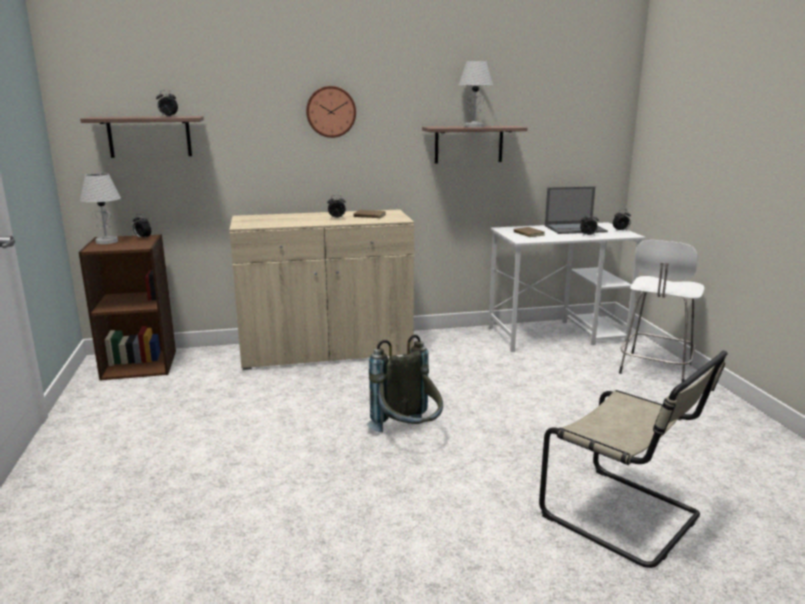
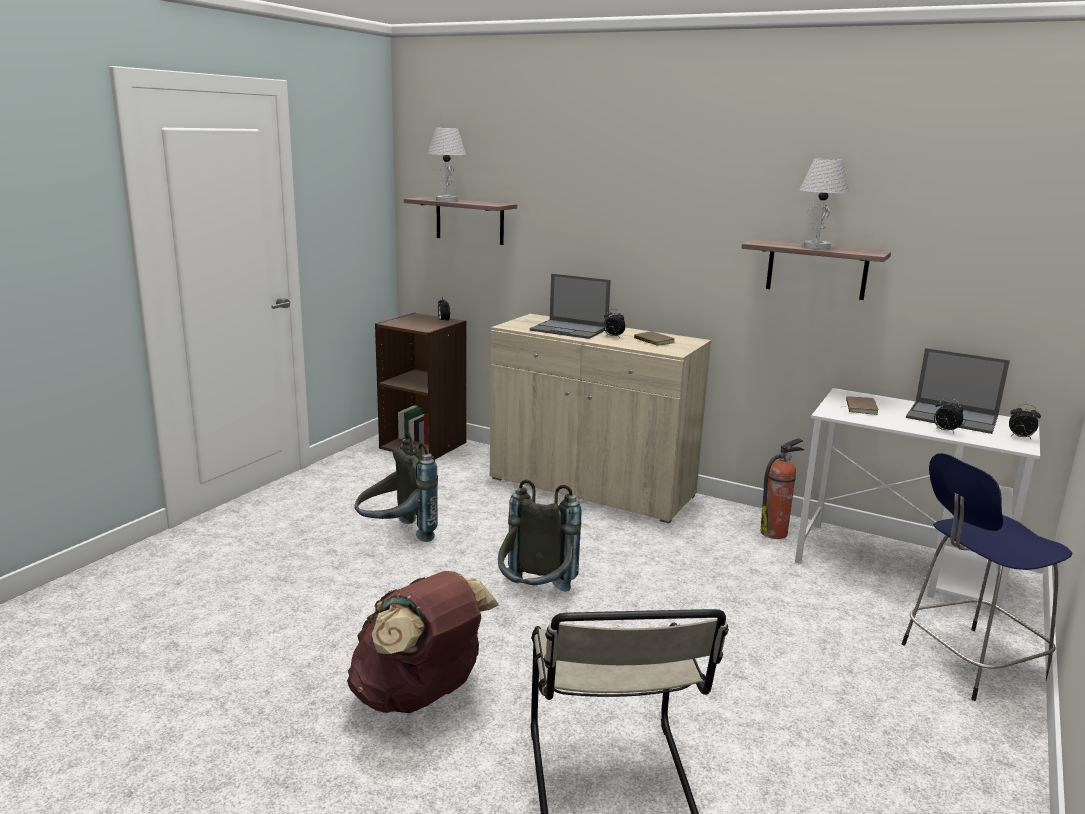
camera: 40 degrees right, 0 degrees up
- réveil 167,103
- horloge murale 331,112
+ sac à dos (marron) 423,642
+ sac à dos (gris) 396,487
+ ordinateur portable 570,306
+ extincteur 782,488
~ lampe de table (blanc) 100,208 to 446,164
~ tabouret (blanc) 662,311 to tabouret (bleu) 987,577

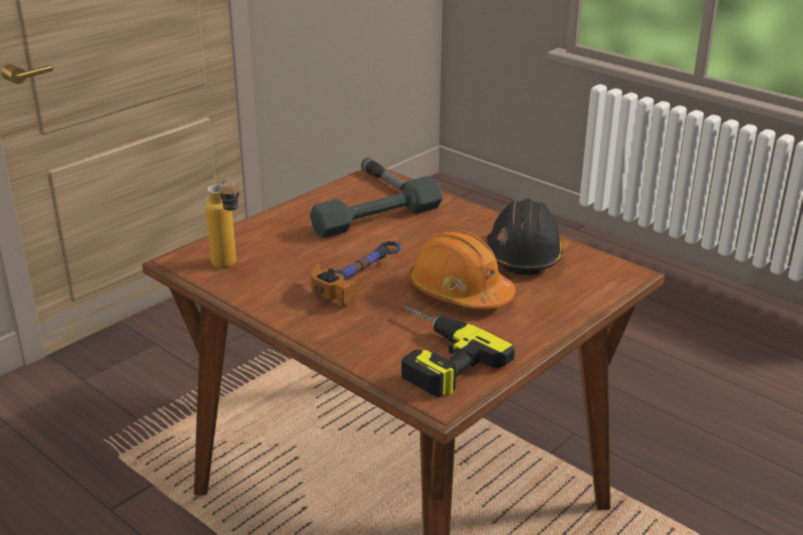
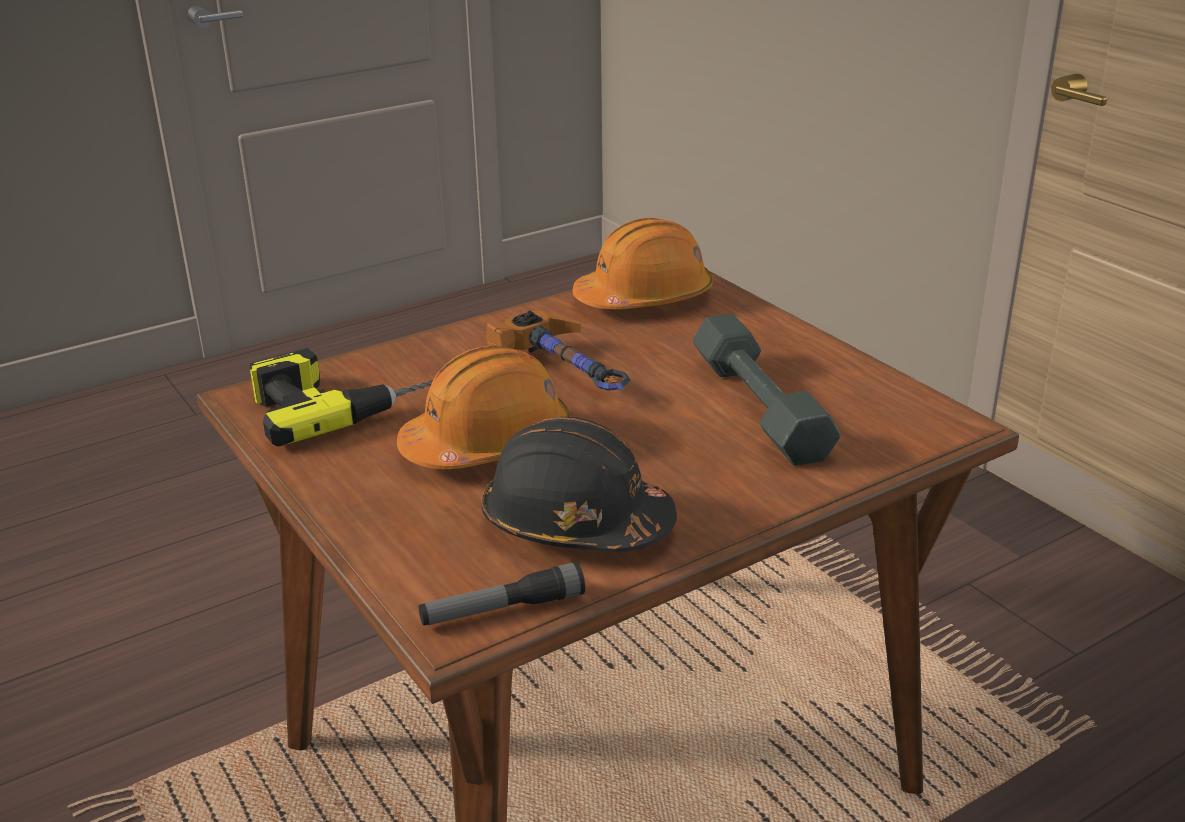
camera: 105 degrees right, 0 degrees up
~ lampe de poche 383,174 to 502,594
~ bouteille 222,223 to casque de chantier (orange) 643,263

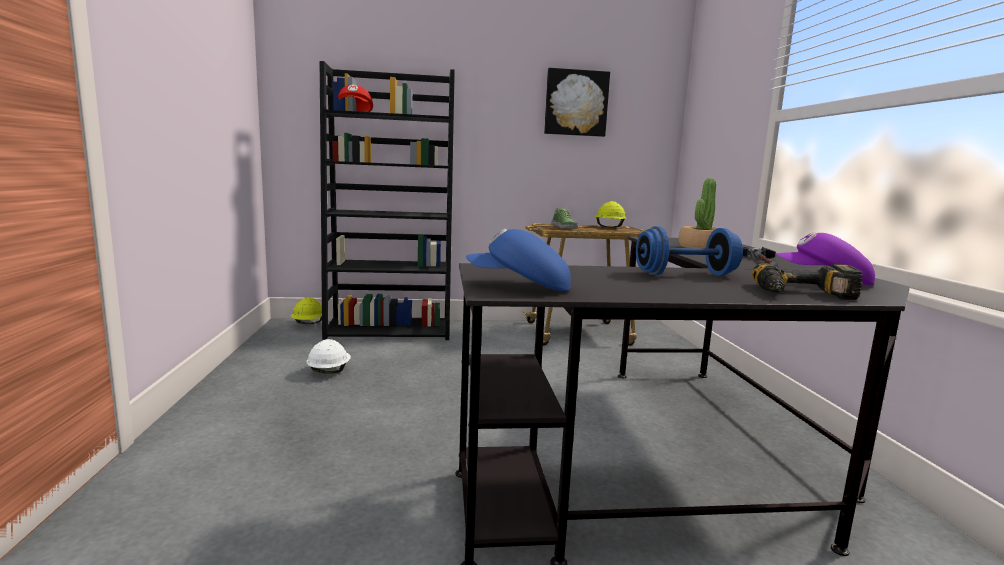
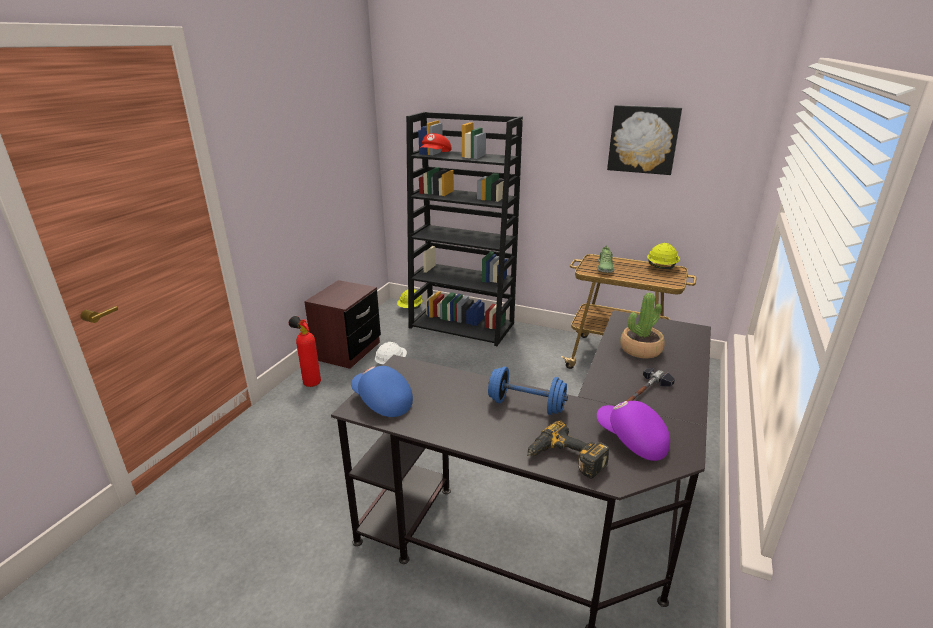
camera: 30 degrees right, 15 degrees up
+ extincteur 305,351
+ table de chevet (marron) 342,324

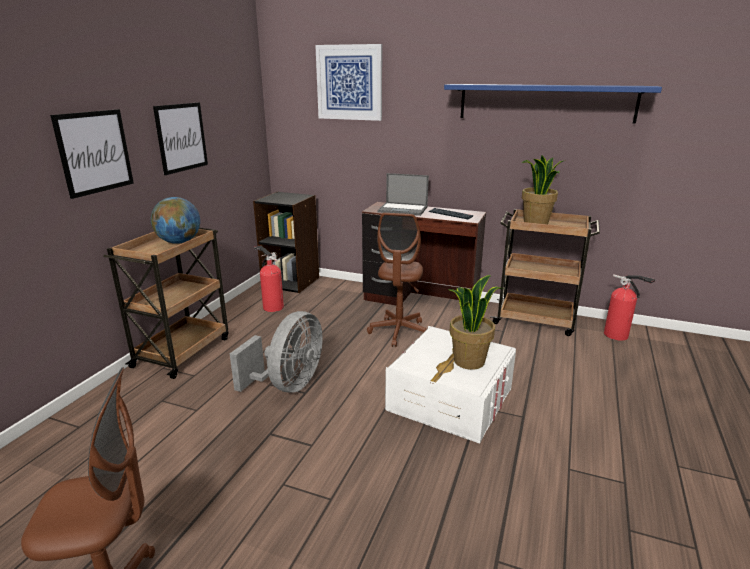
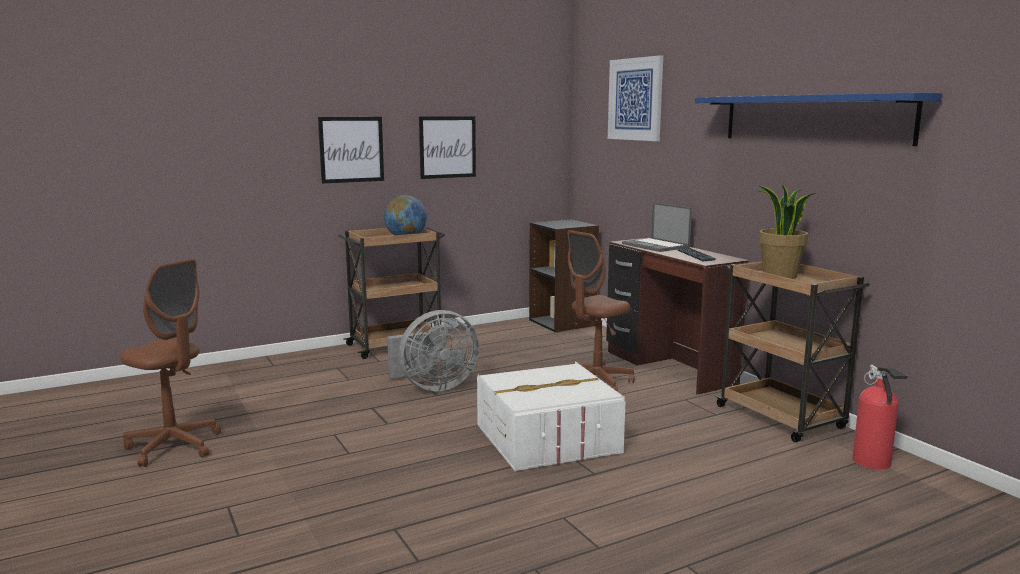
camera: 40 degrees right, 10 degrees down
- extincteur 269,278
- plante en pot 476,322

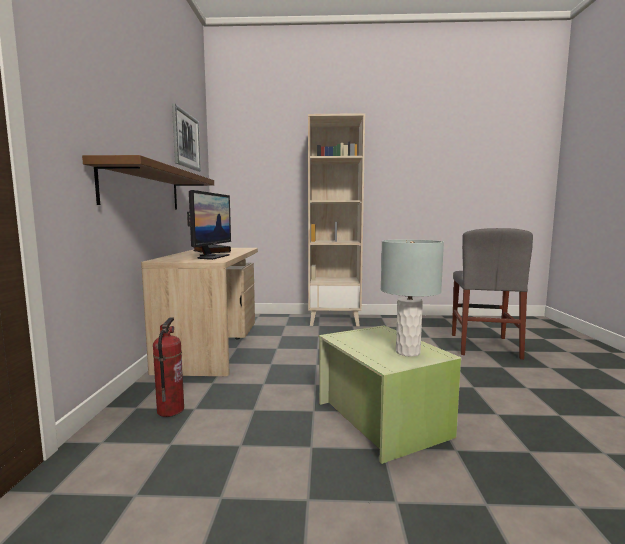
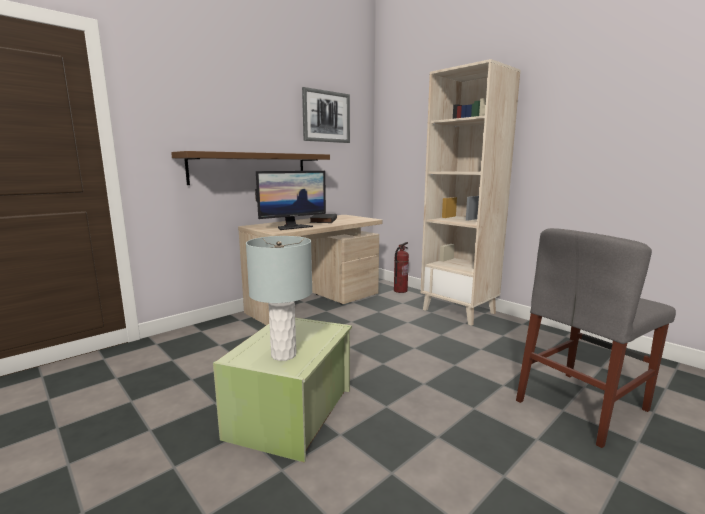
camera: 45 degrees right, 5 degrees up
~ extincteur 168,367 to 401,267

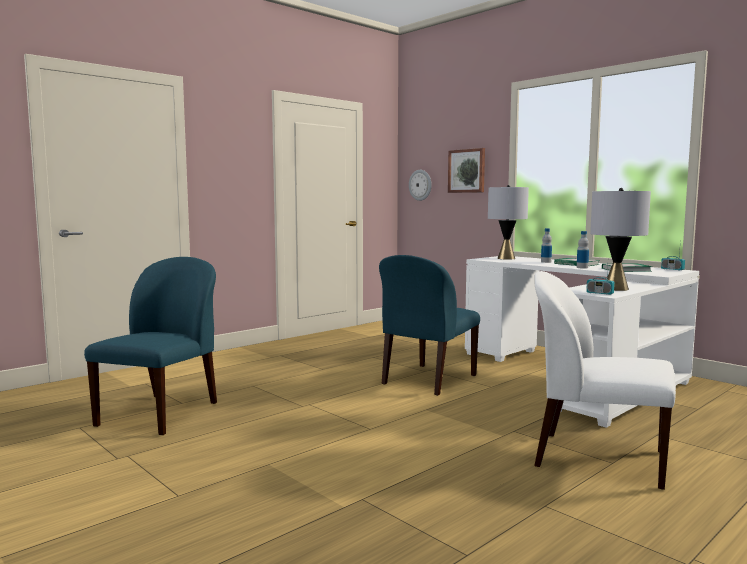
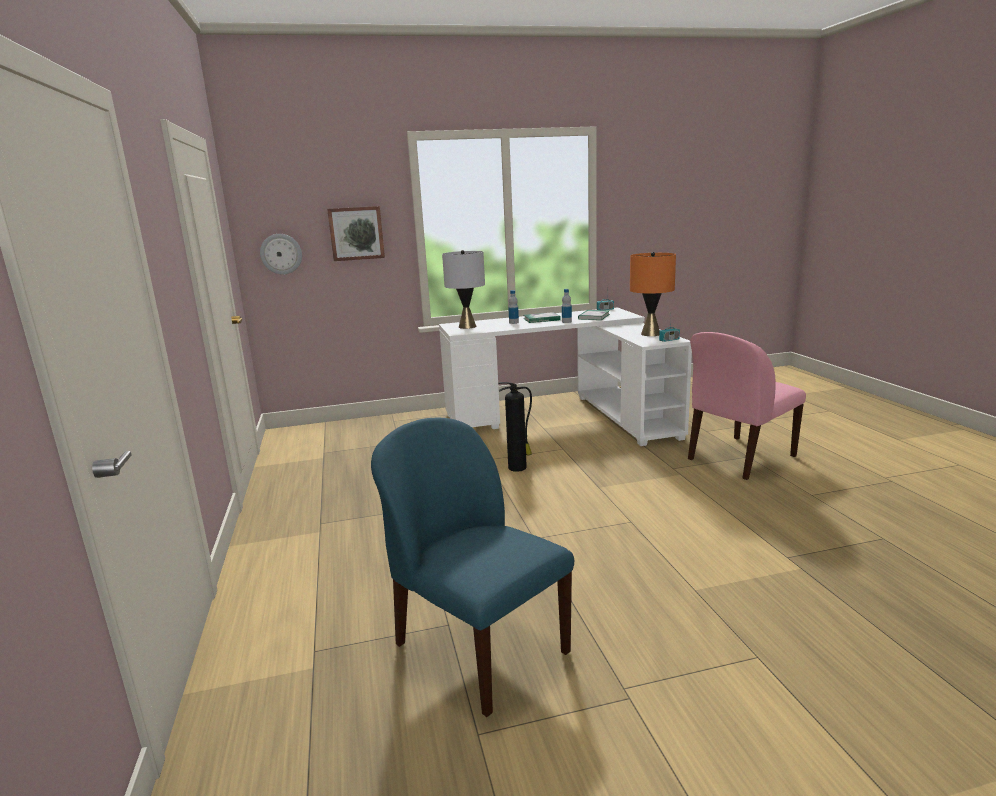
camera: 60 degrees left, 10 degrees up
~ chaise (bleu) 429,325 to extincteur 515,427
~ chaise (blanc) 605,380 to chaise (rose) 747,406
~ lampe de table (gris) 620,239 to lampe de table (orange) 653,294

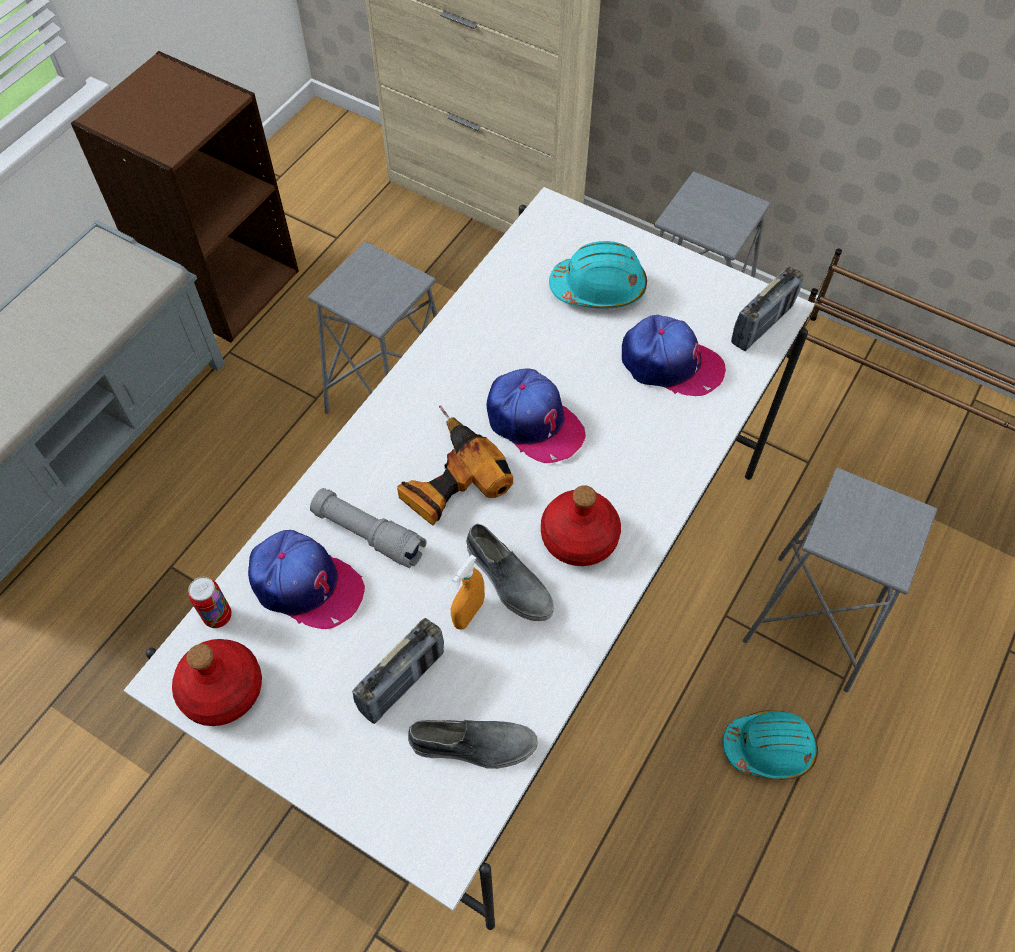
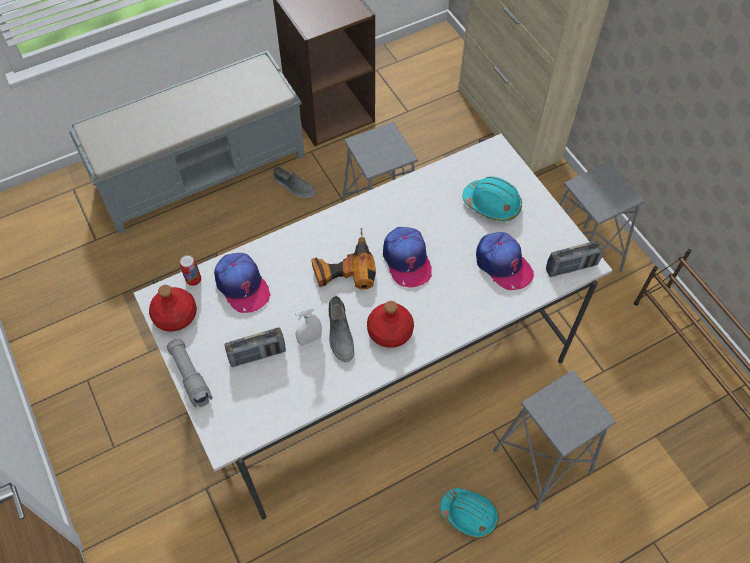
camera: 30 degrees right, 0 degrees up
~ lampe de poche (gris) 368,528 to 189,373
~ chaussure (gris) 473,744 to 294,182
~ vaporisateur (orange) 468,592 to vaporisateur (blanc) 308,326

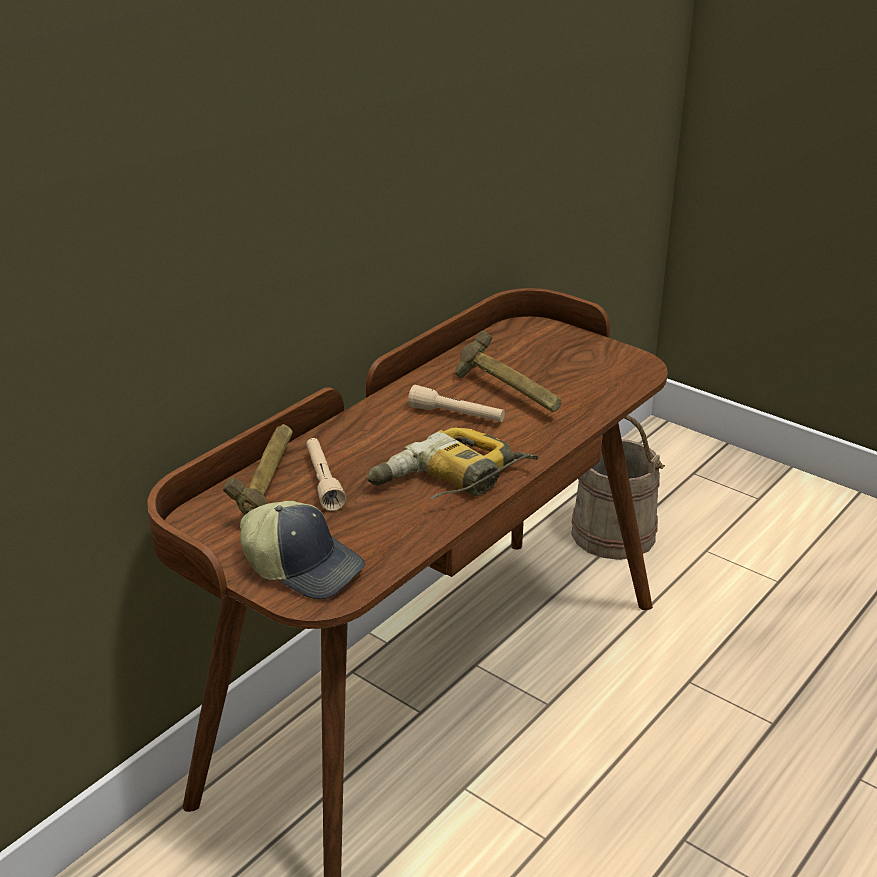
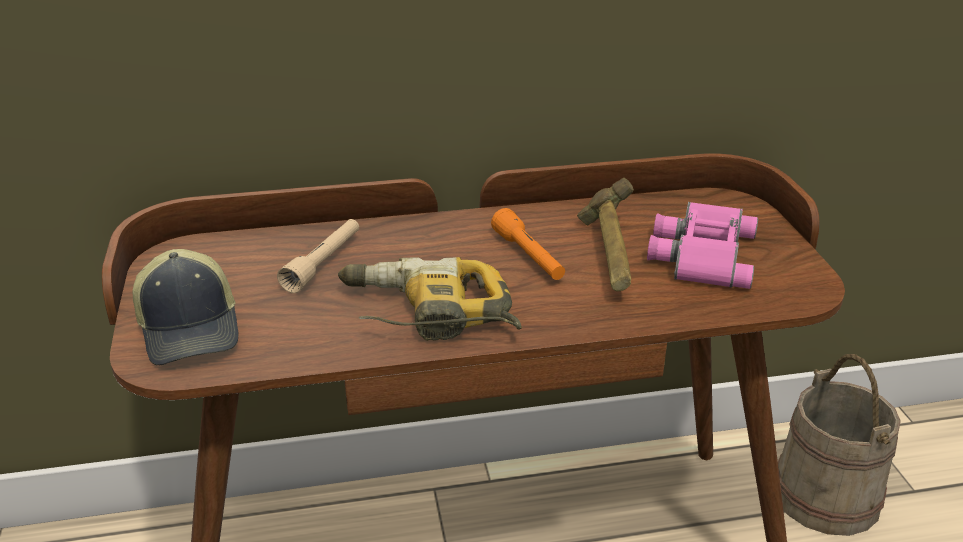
camera: 40 degrees right, 0 degrees up
- marteau 258,469
+ jumelles (rose) 702,245
~ lampe de poche (beige) 456,403 to lampe de poche (orange) 528,244

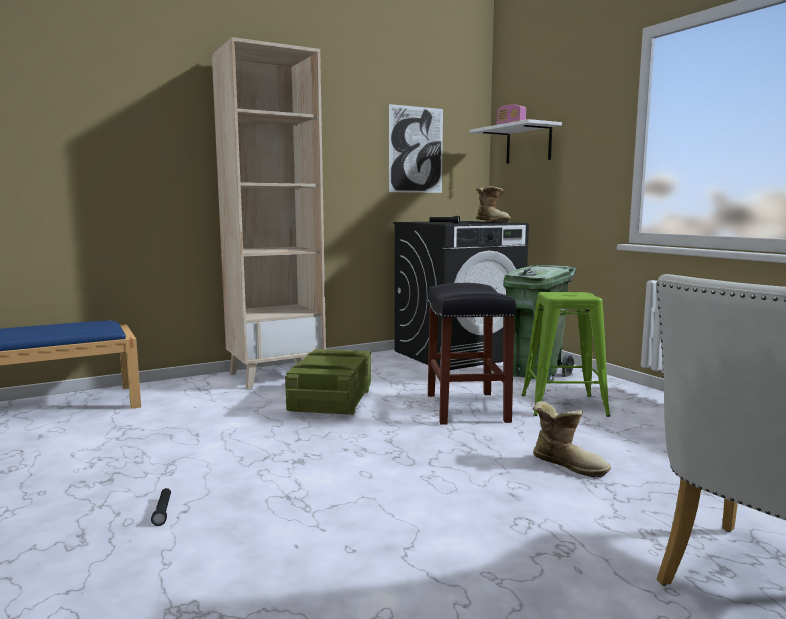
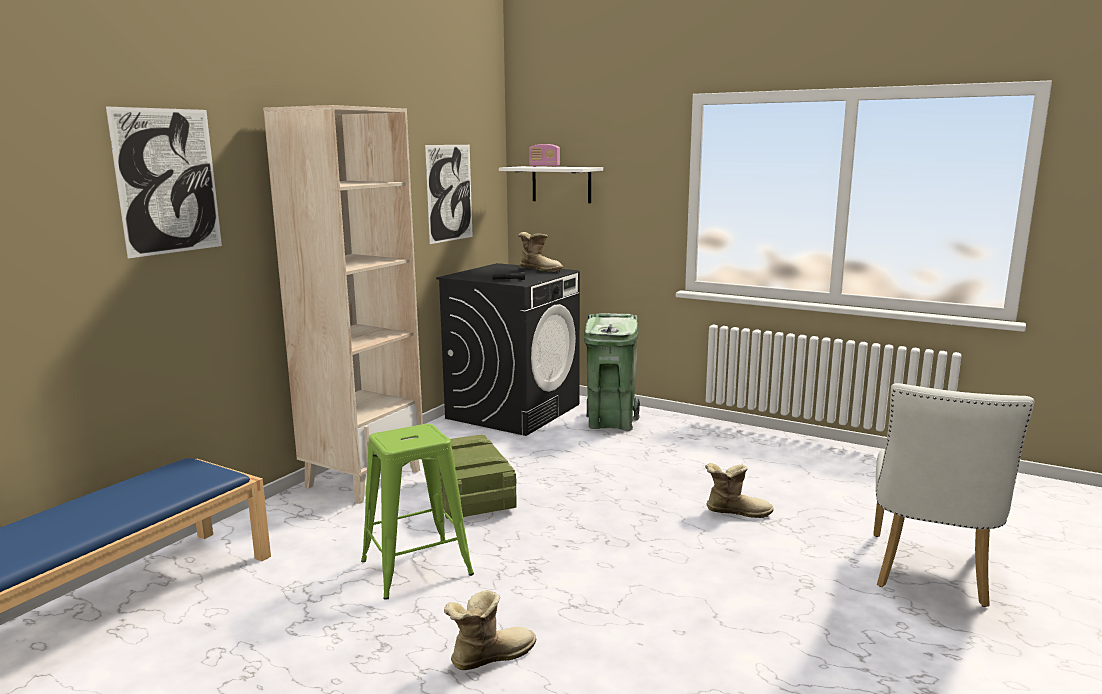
camera: 30 degrees left, 5 degrees up
- tabouret (noir) 472,354
+ tableau 164,182
~ tabouret (vert) 565,354 to 417,511
~ lampe de poche (noir) 161,507 to botte 490,630

